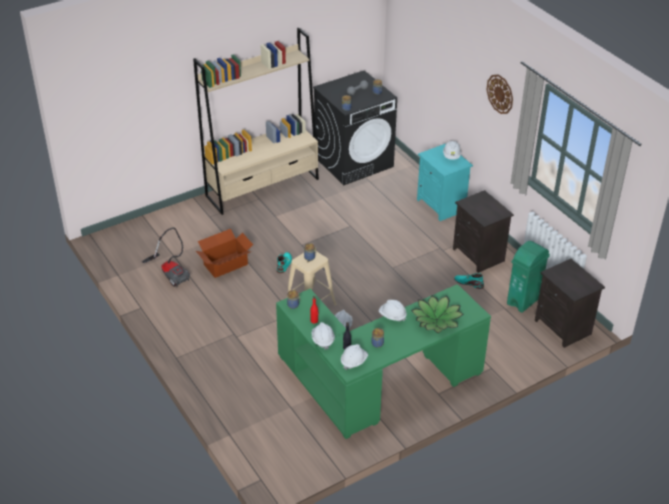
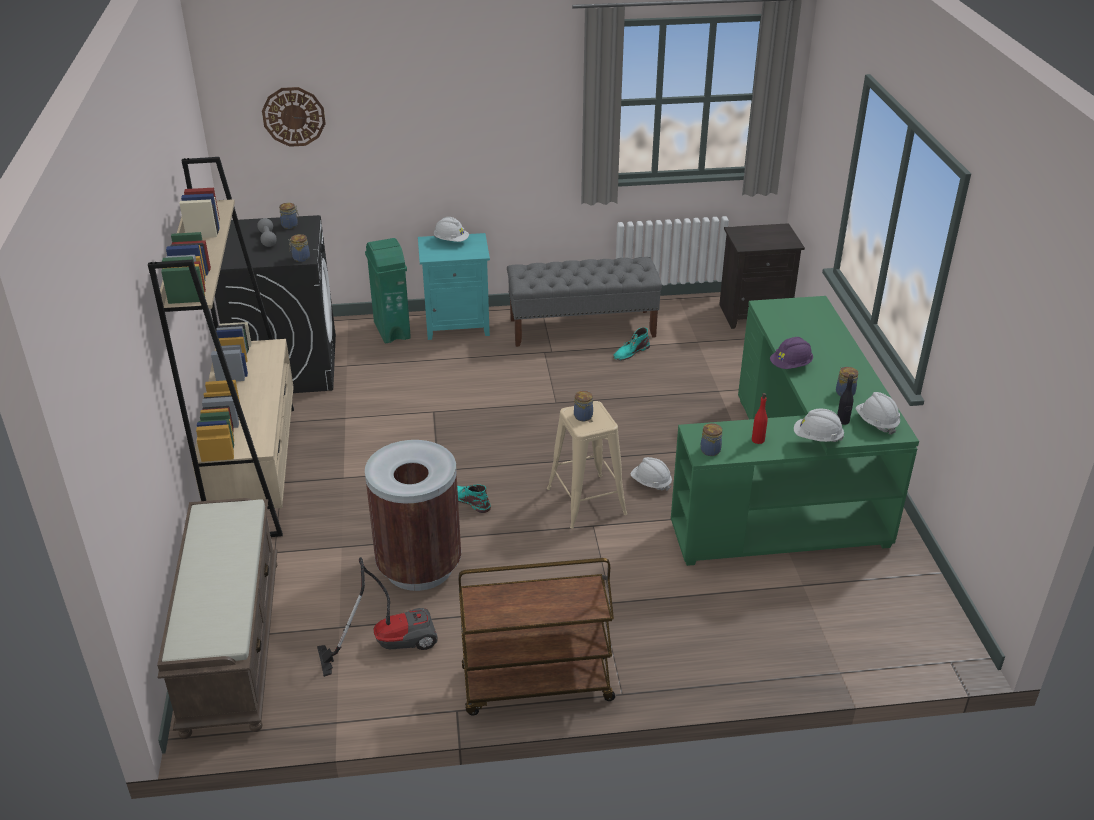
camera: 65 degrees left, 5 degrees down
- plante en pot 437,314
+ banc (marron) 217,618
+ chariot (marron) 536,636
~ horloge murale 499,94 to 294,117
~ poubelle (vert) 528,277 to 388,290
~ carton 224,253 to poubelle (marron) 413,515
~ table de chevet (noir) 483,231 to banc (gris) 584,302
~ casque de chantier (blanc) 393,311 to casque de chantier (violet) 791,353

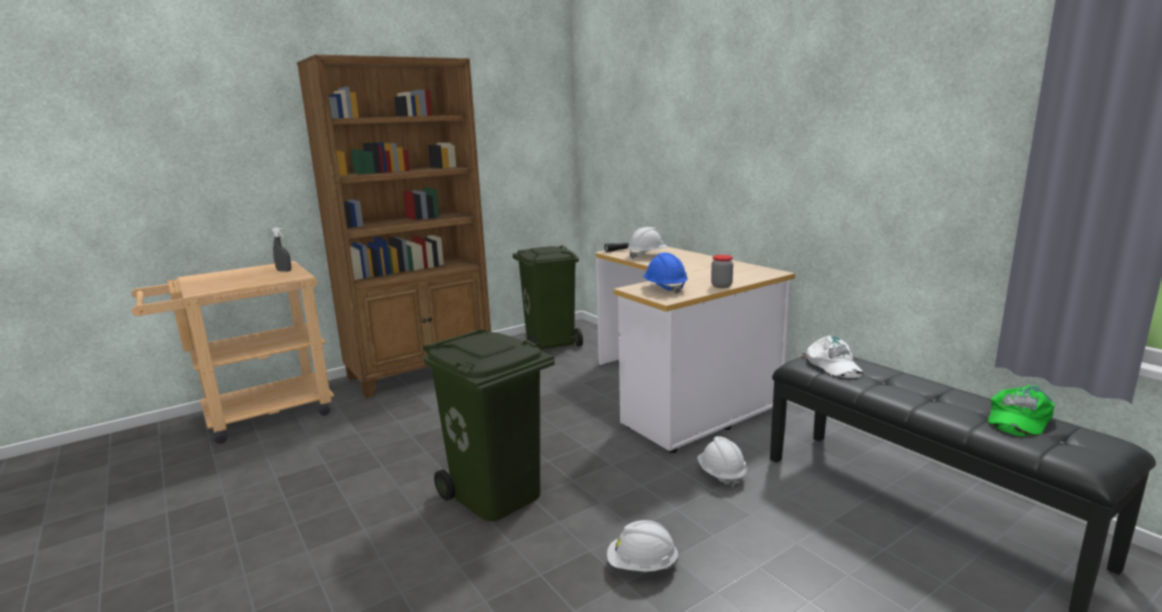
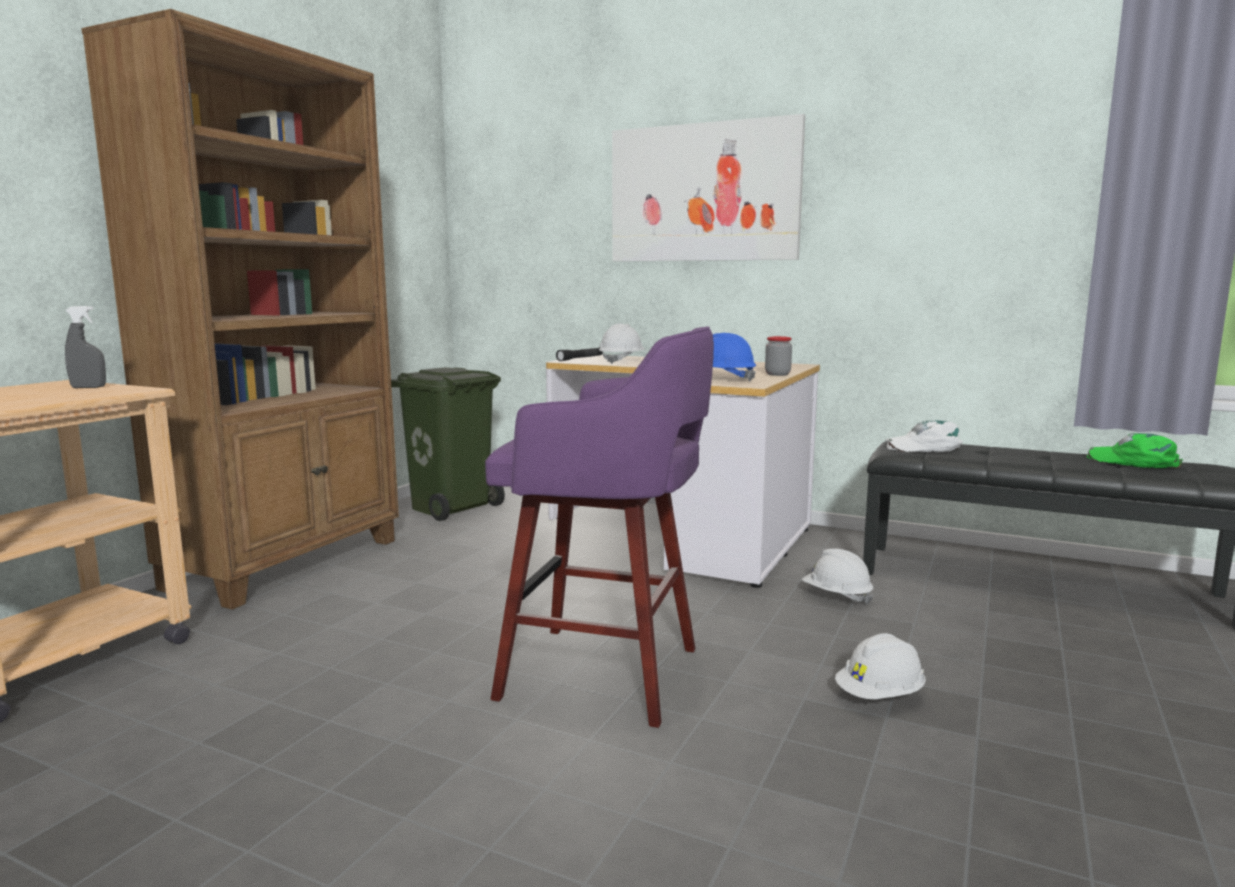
camera: 30 degrees left, 5 degrees down
+ tableau 708,188
~ poubelle (vert) 489,425 to tabouret (violet) 599,527
~ casquette (blanc) 832,357 = 924,436 135 degrees clockwise
~ casquette (vert) 1020,411 = 1135,450 120 degrees clockwise

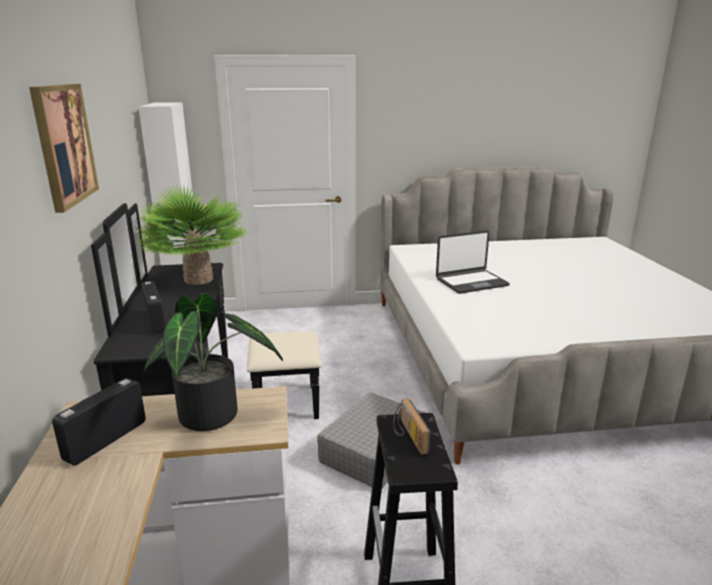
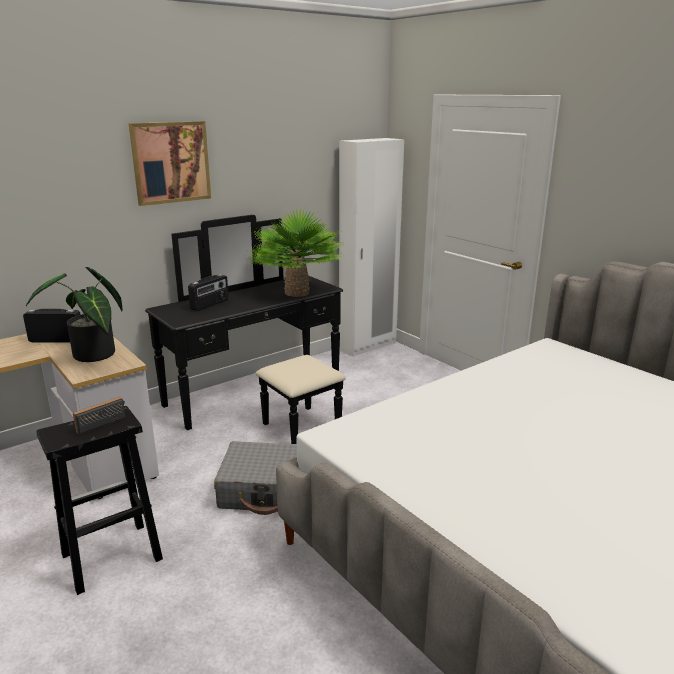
camera: 60 degrees right, 0 degrees up
- ordinateur portable 473,262

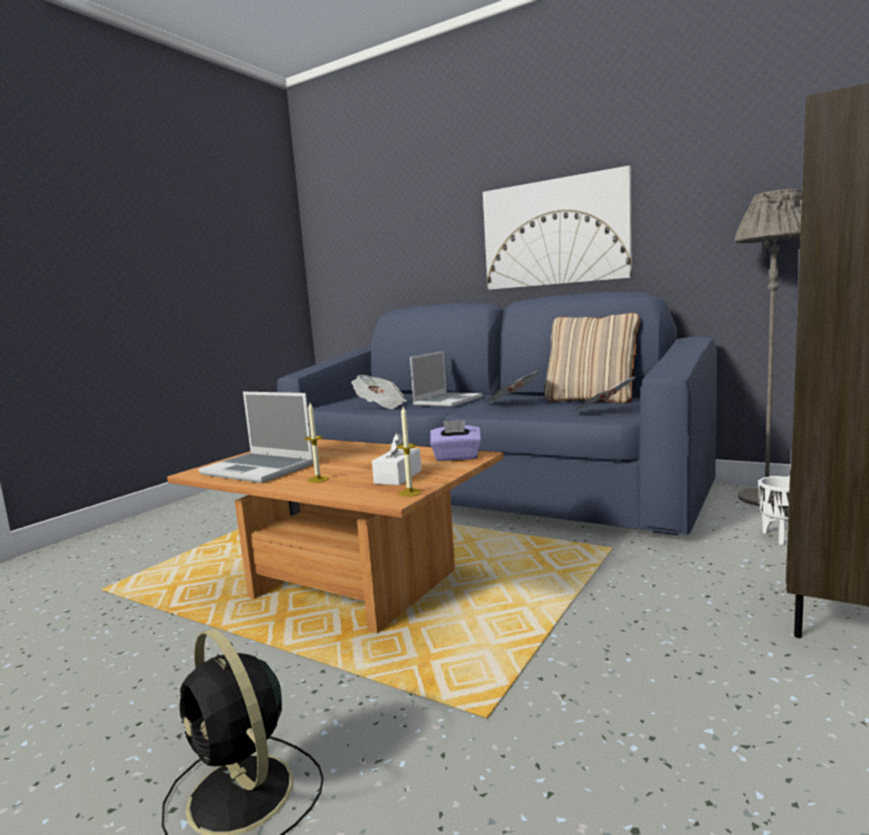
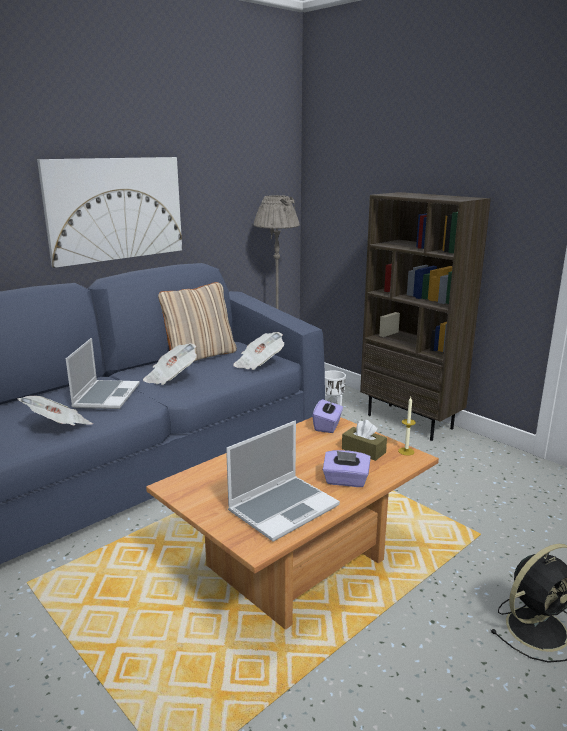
camera: 75 degrees left, 10 degrees up
~ bougie 317,443 to boîte à mouchoirs (violet) 347,468
~ boîte à mouchoirs (blanc) 397,459 to boîte à mouchoirs (marron) 364,440
~ ordinateur portable 446,379 = 103,373 45 degrees clockwise

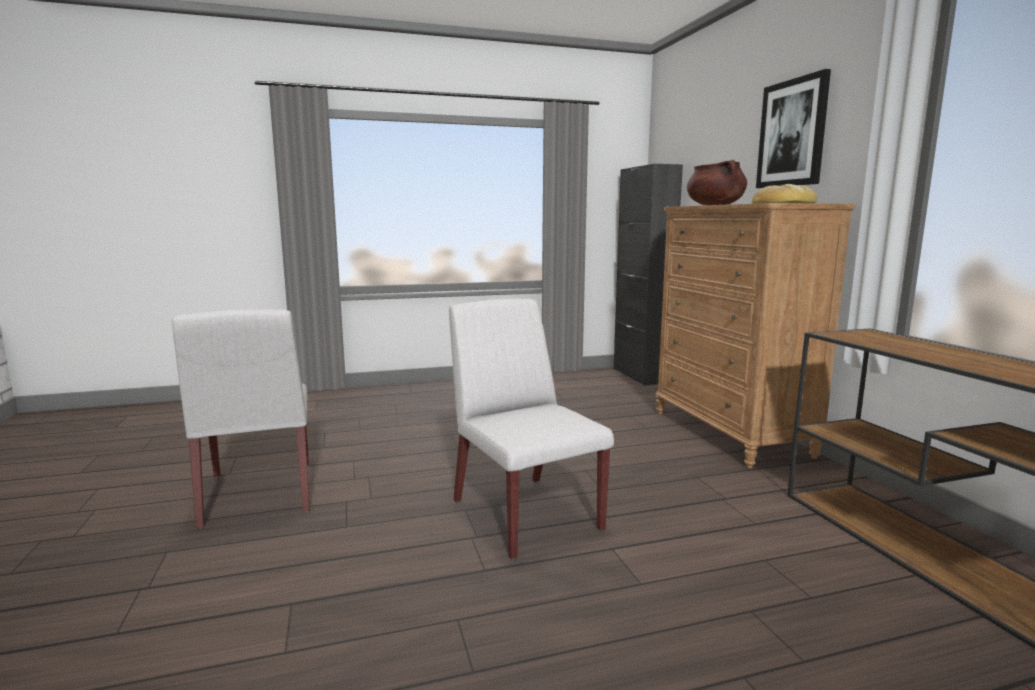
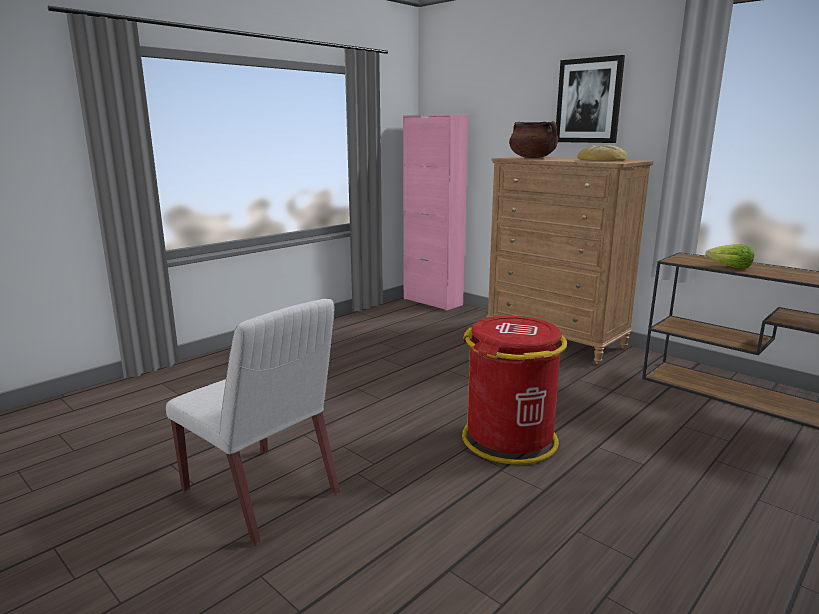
camera: 30 degrees left, 5 degrees up
+ laitue 729,256
~ chaise (blanc) 531,429 to poubelle (rouge) 514,390
~ meuble de rangement (noir) 648,275 to meuble de rangement (rose) 435,212

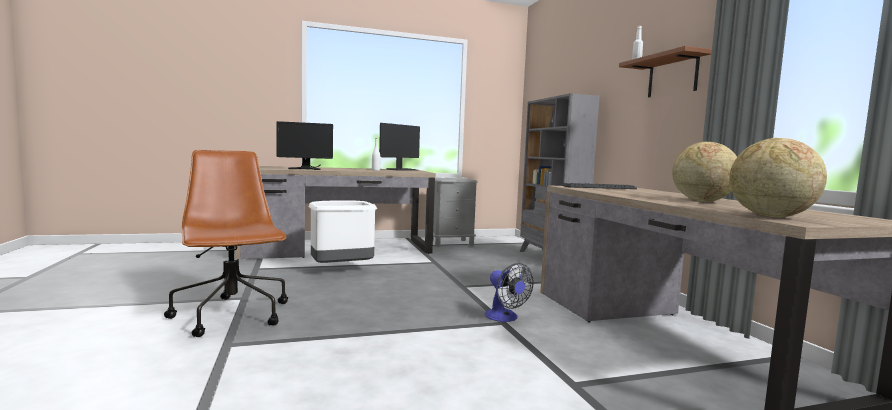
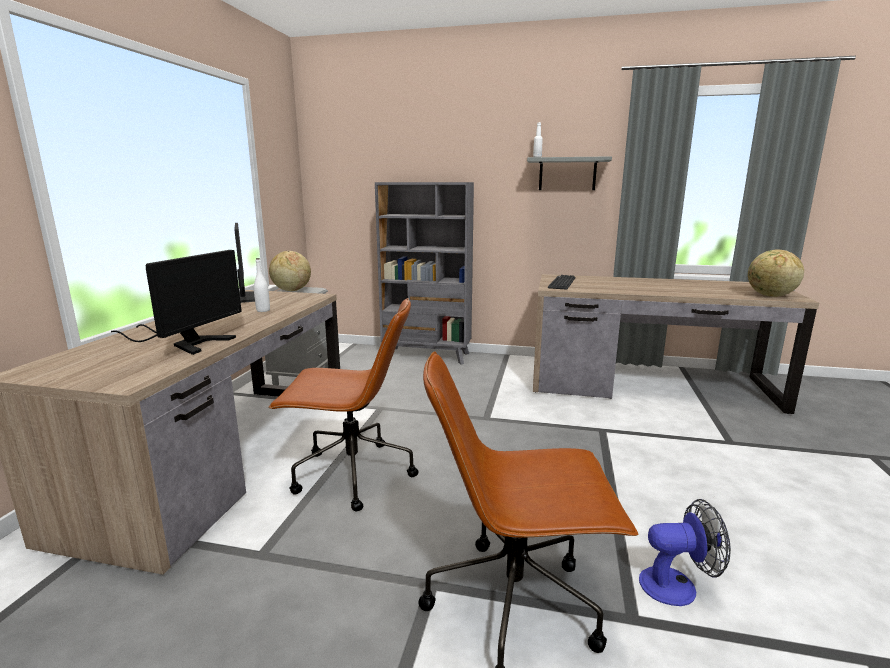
camera: 60 degrees left, 10 degrees up
~ ventilateur 509,292 to 685,552
~ globe 704,172 to 290,271
~ poubelle (blanc) 343,231 to chaise de bureau (marron) 343,405
~ étagère (marron) 665,71 to étagère (gris) 569,173

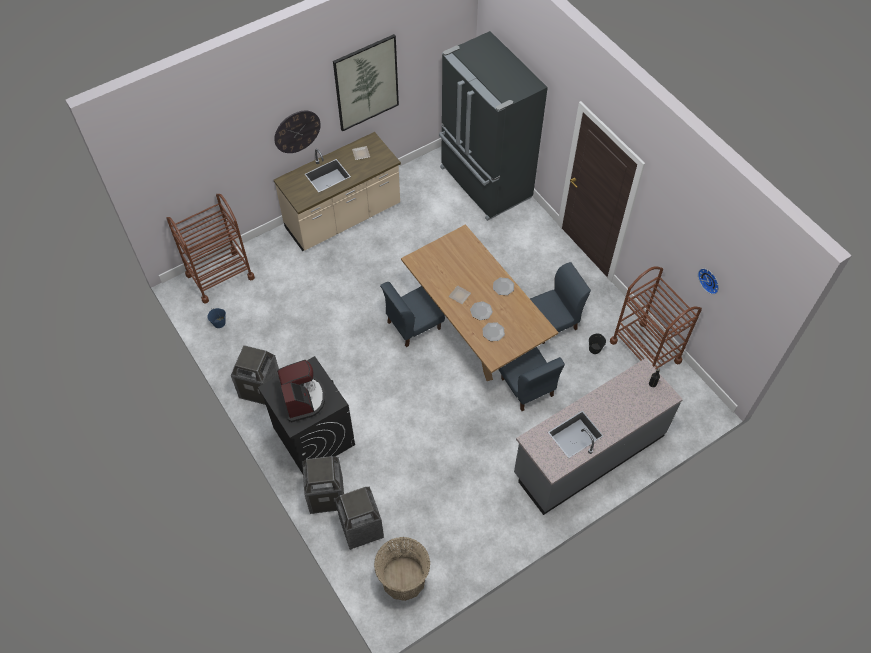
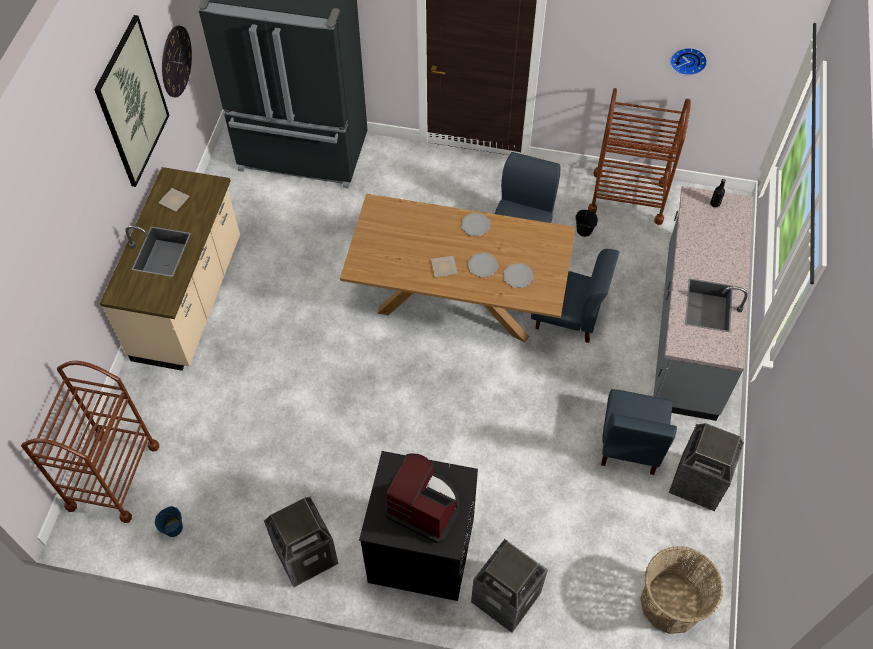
camera: 45 degrees left, 0 degrees up
~ horloge murale 297,132 to 177,61
~ poubelle 359,518 to 706,467
~ chaise (bleu) 412,314 to 639,432

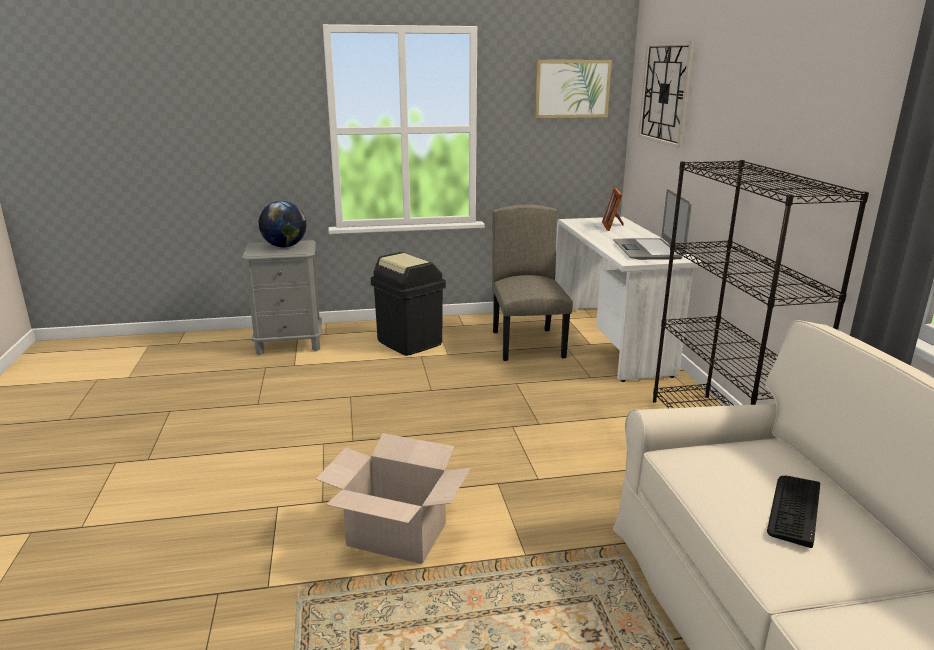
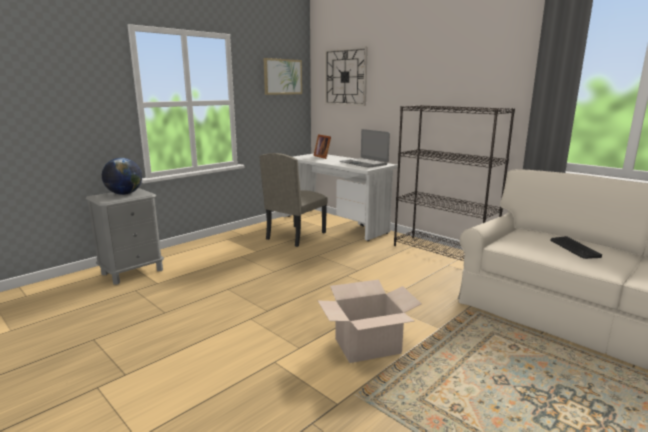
camera: 35 degrees left, 5 degrees down
- poubelle (noir) 408,304
~ chaise (beige) 532,282 = 294,200 105 degrees counterclockwise

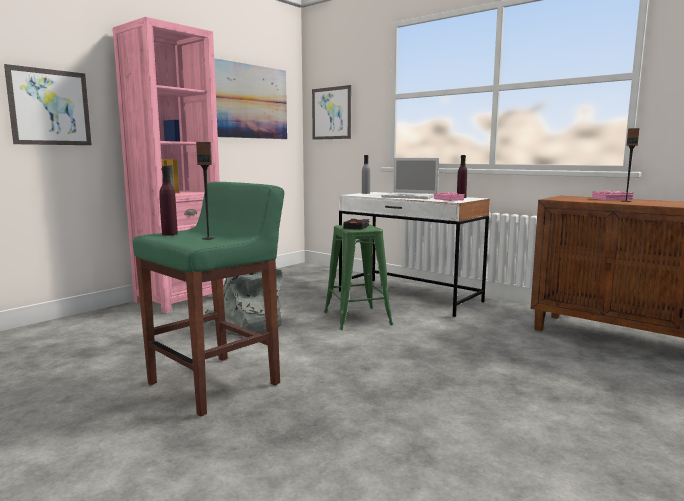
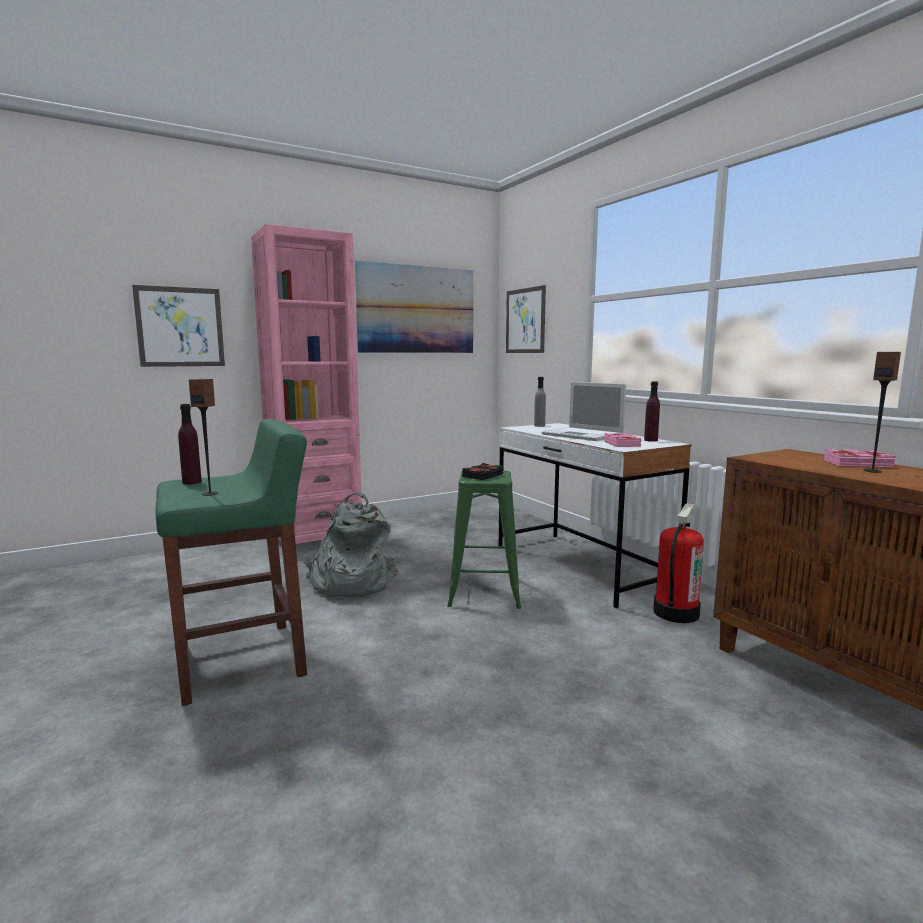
camera: 20 degrees right, 0 degrees up
+ extincteur 678,563

